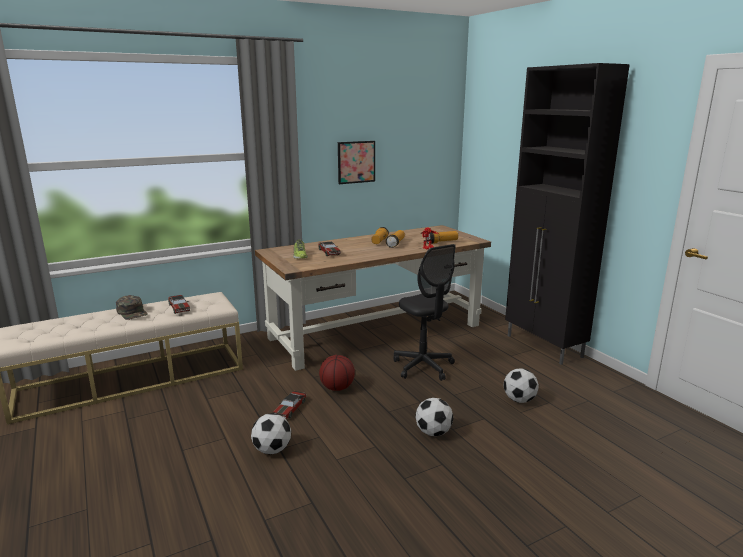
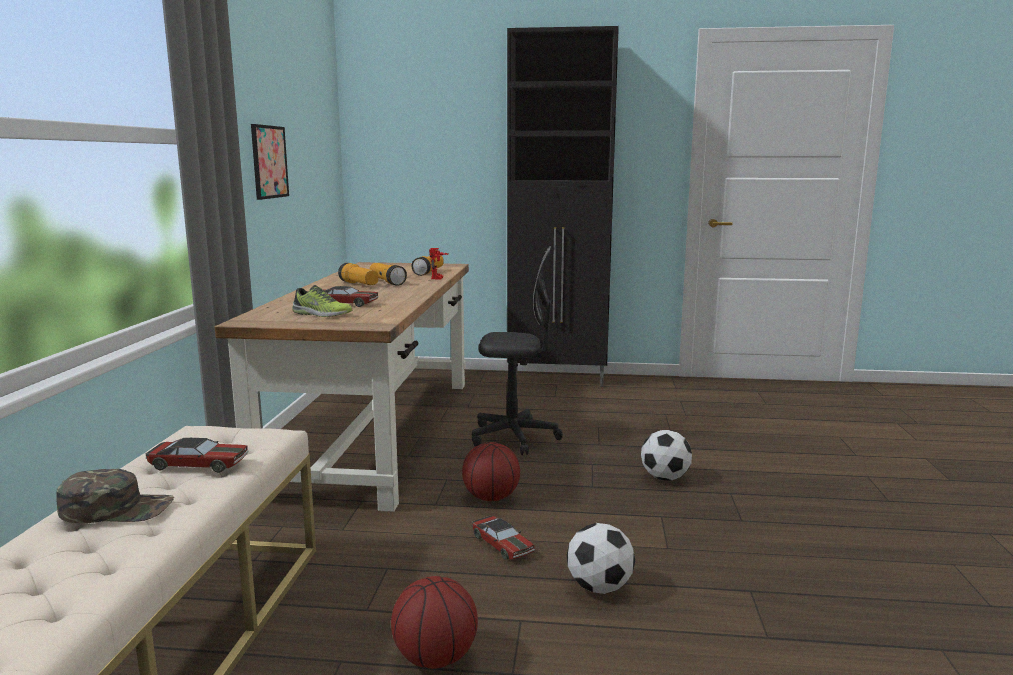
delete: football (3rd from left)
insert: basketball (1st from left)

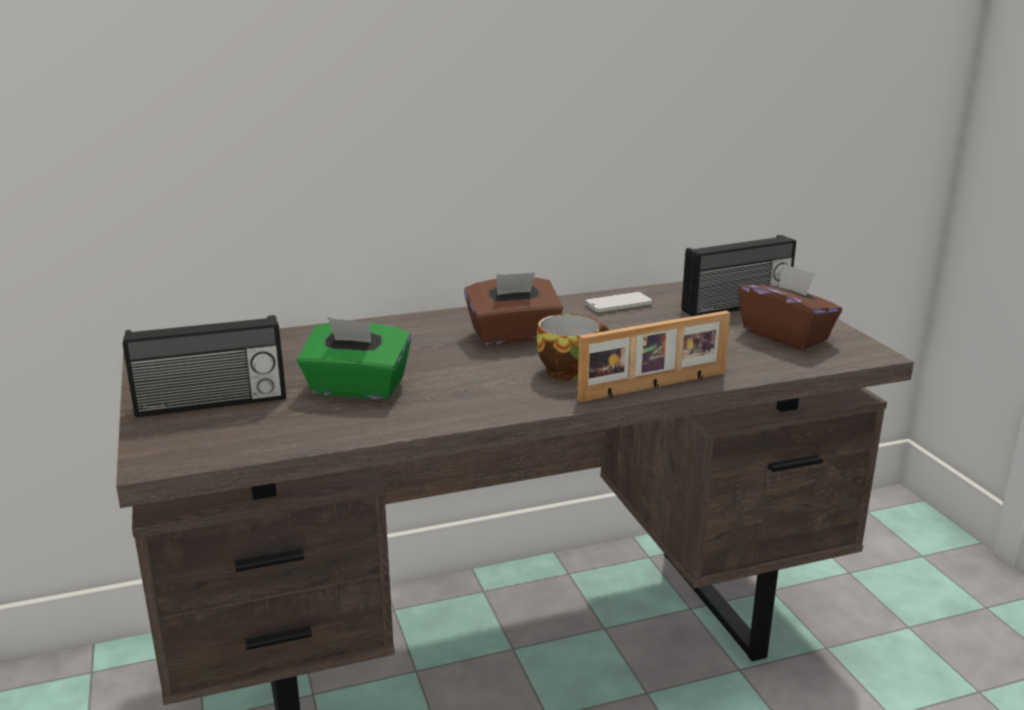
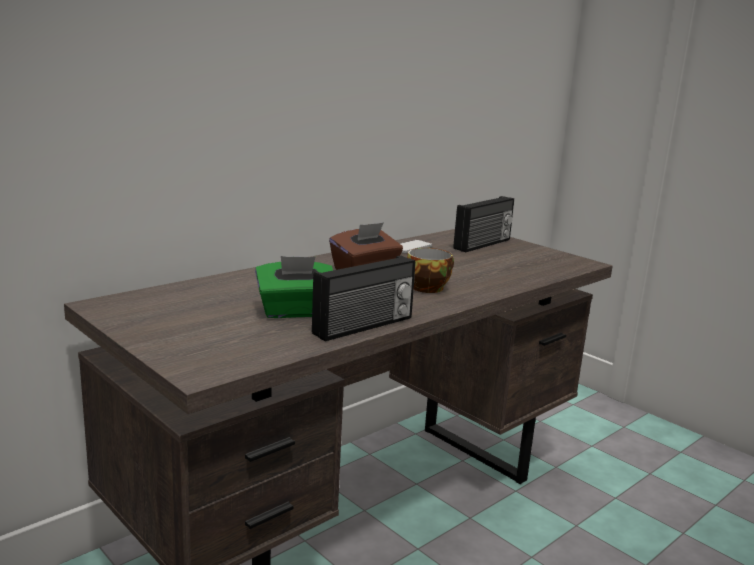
delete: brown tissue box (2nd from left); picture frame
move: radio (1st from left)

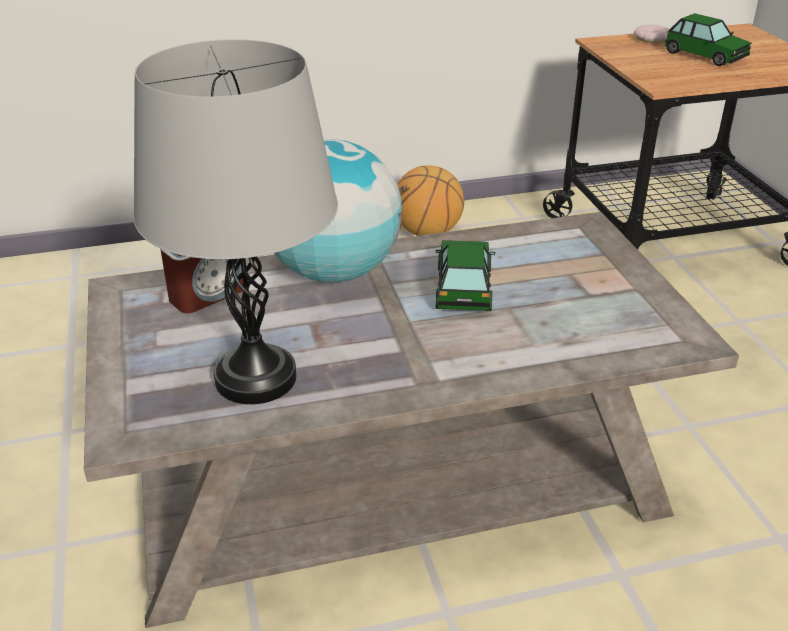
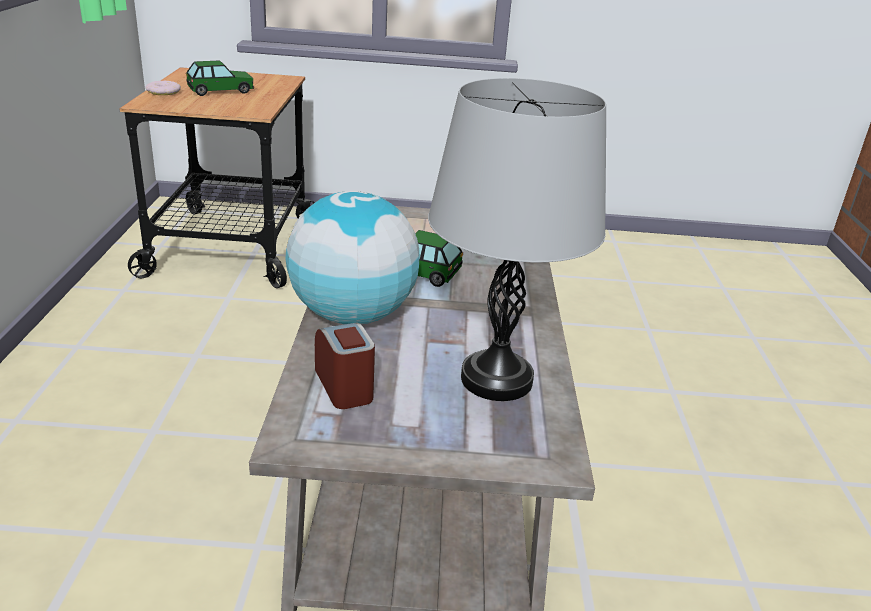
delete: basketball

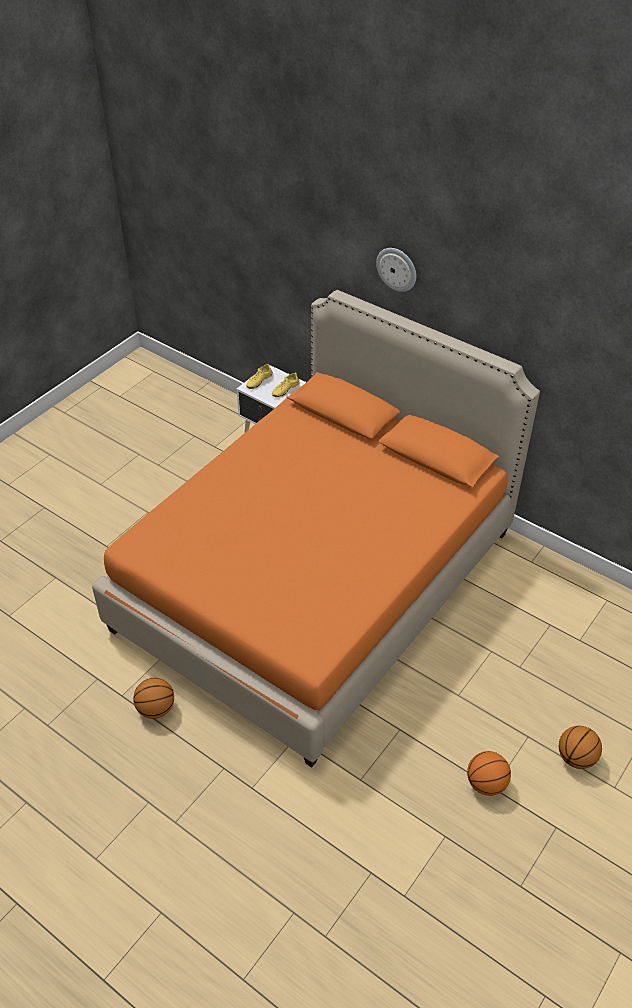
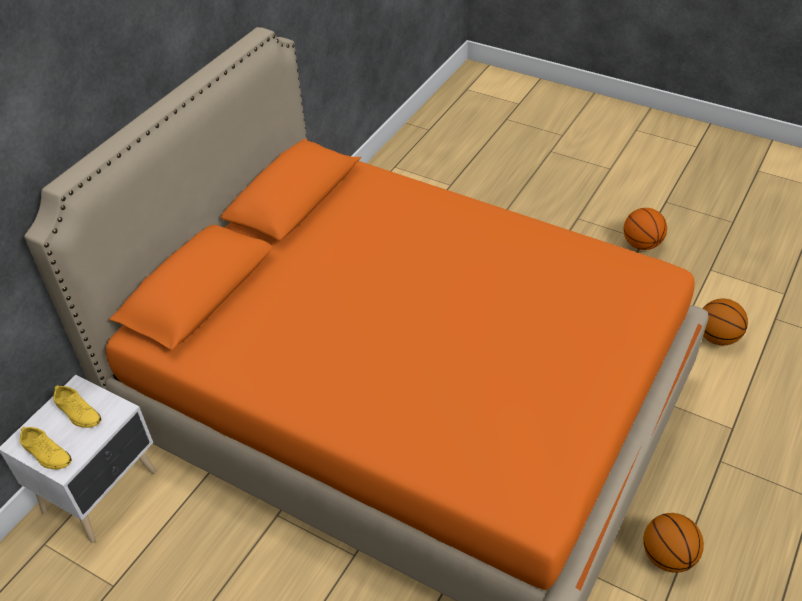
delete: wall clock
move: basketball (3rd from left)

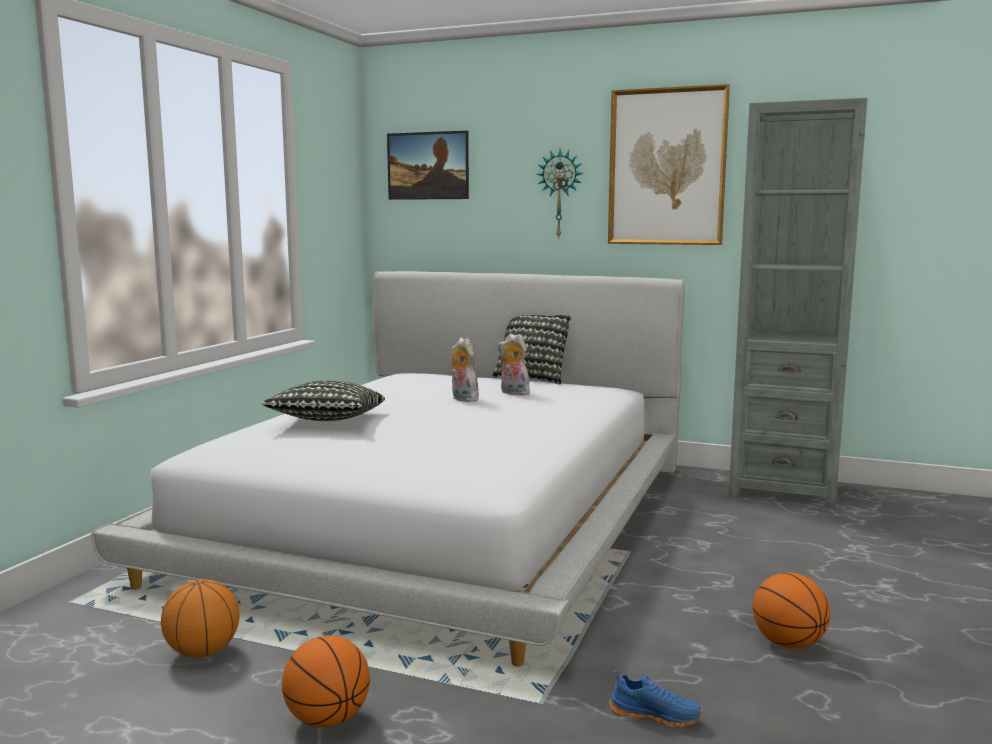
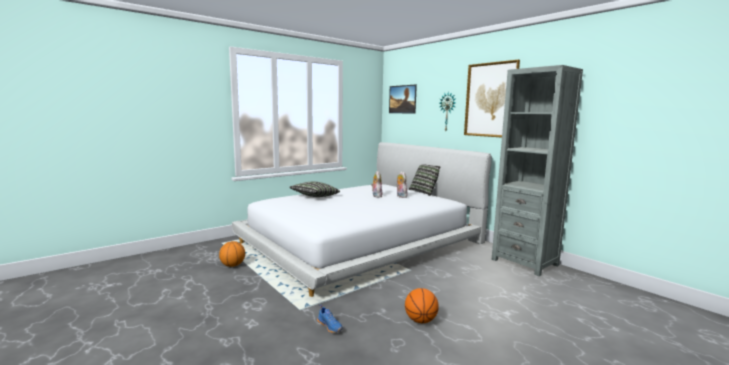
delete: basketball (2nd from left)

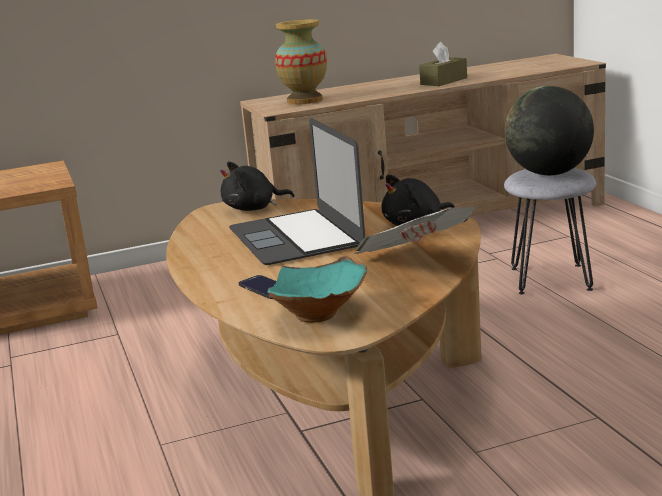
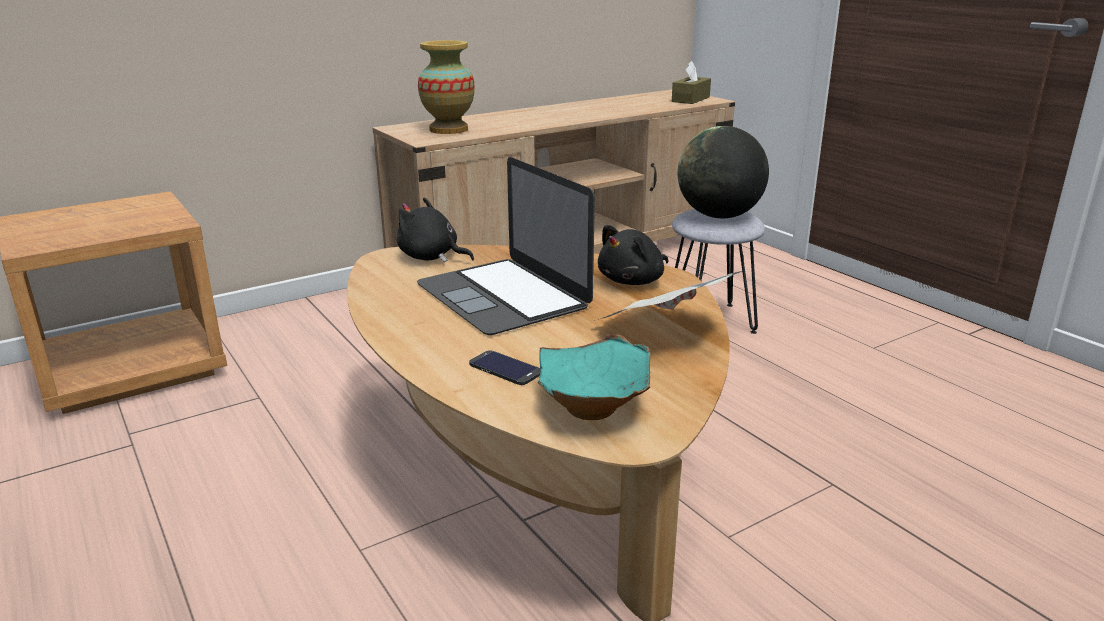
move: brown tissue box
rotate: black plush toy (1st from left) 60 degrees clockwise

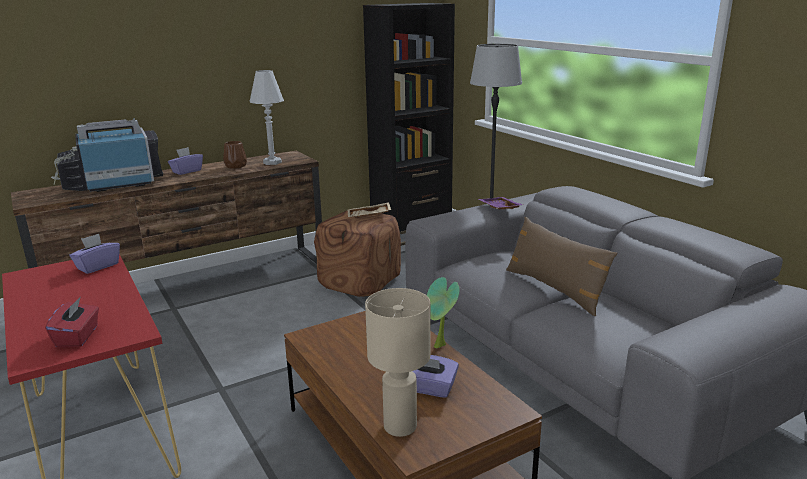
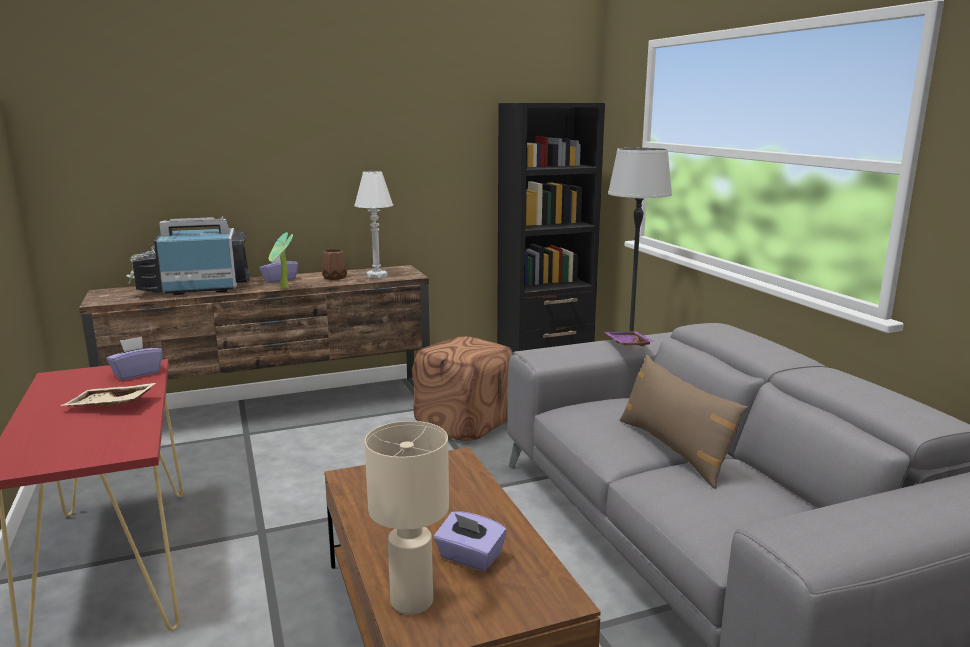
delete: red tissue box
move: beige tray; potted plant

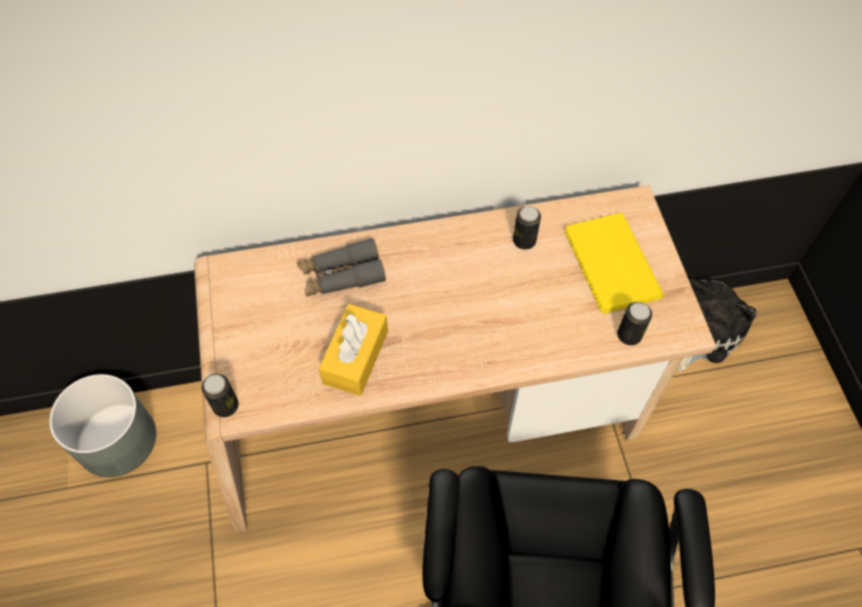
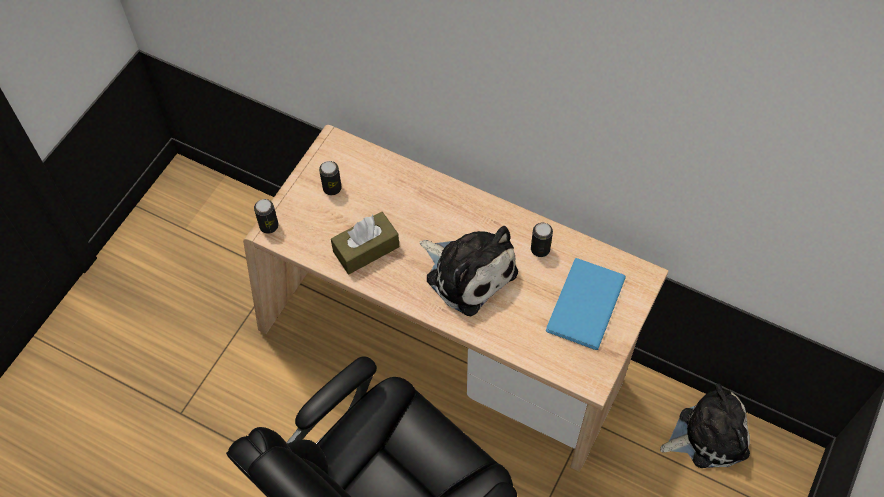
delete: grey binoculars; grey planter
insert: plush toy (1st from left)
move: can (3rd from left in the first image) to can (2nd from left)
recolor: yellow book to blue book; yellow tissue box to brown tissue box

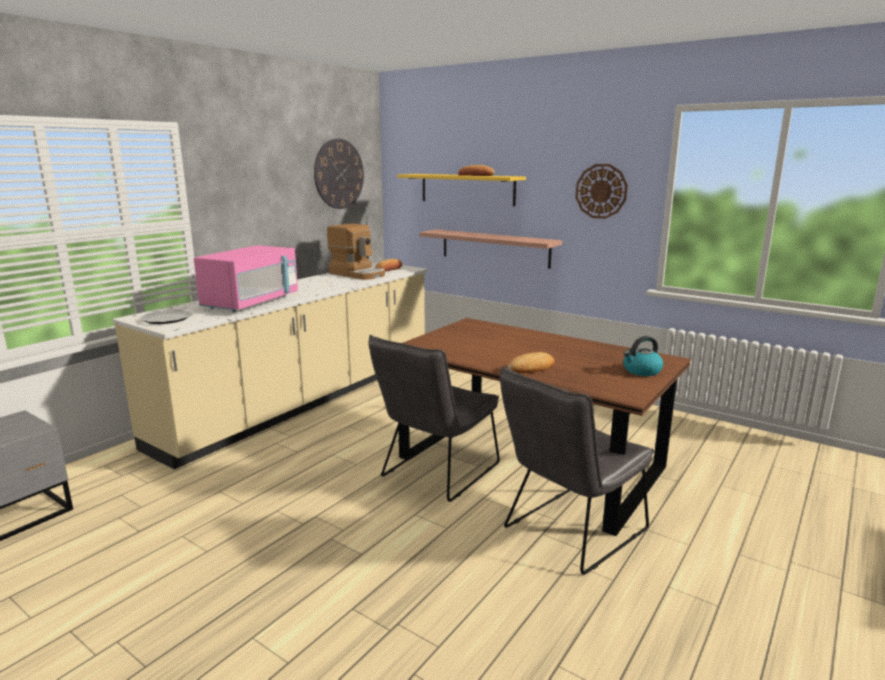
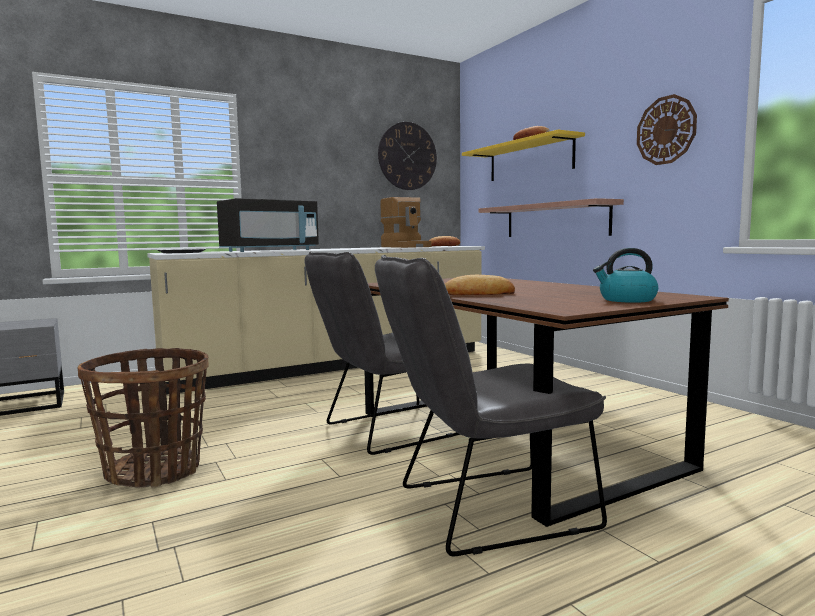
insert: basket
recolor: pink microwave to black microwave

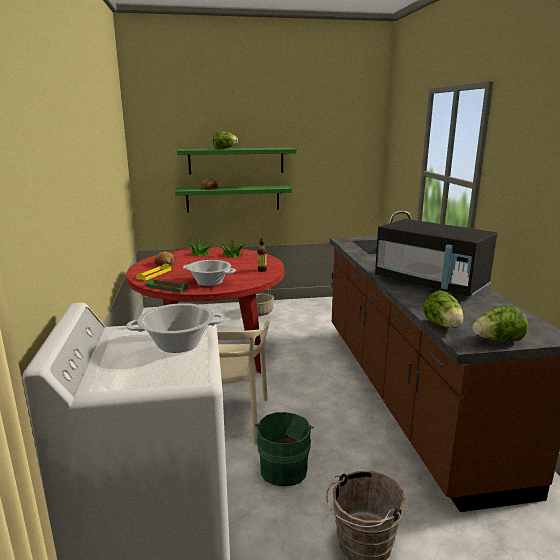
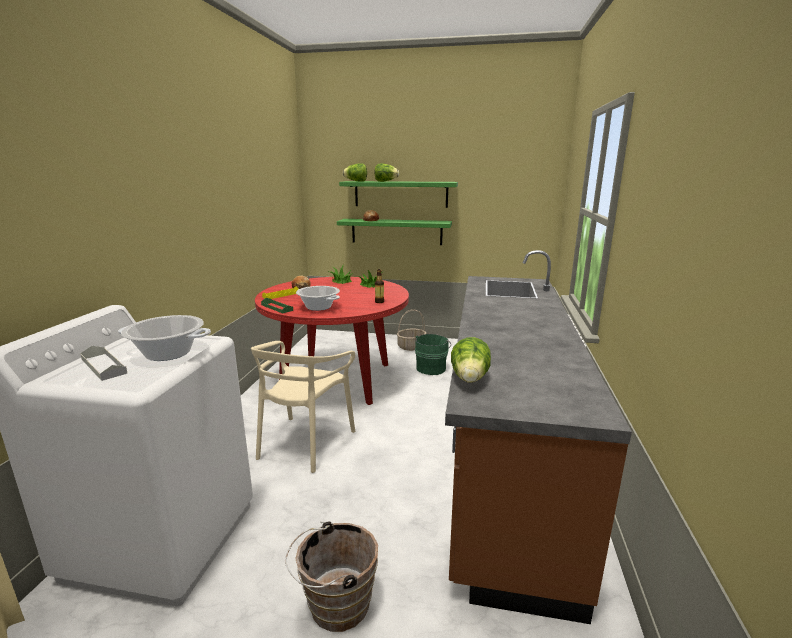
delete: black microwave
insert: grey tray
move: lettuce (3rd from left in the first image) to lettuce (1st from left); green bucket

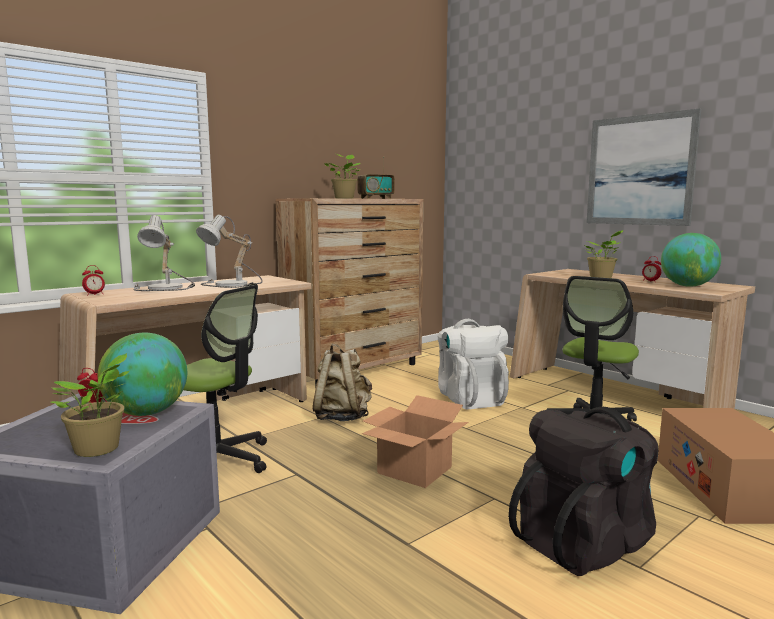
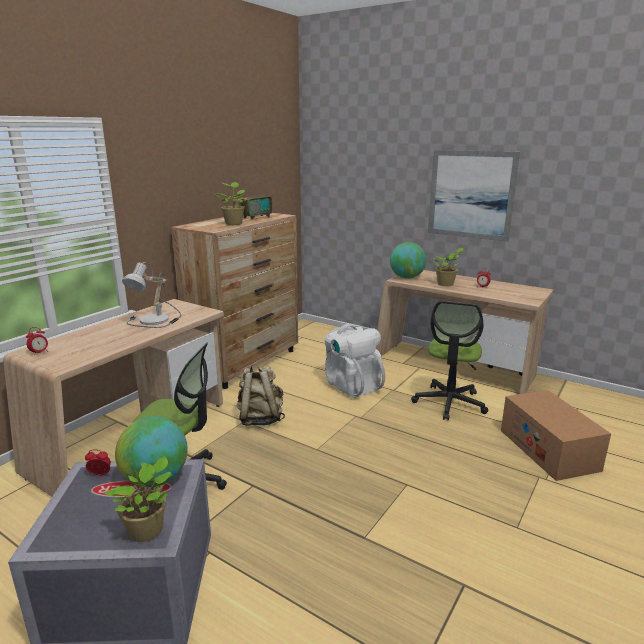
delete: table lamp (1st from left); cardboard box (1st from left); black backpack
move: globe (2nd from left)

